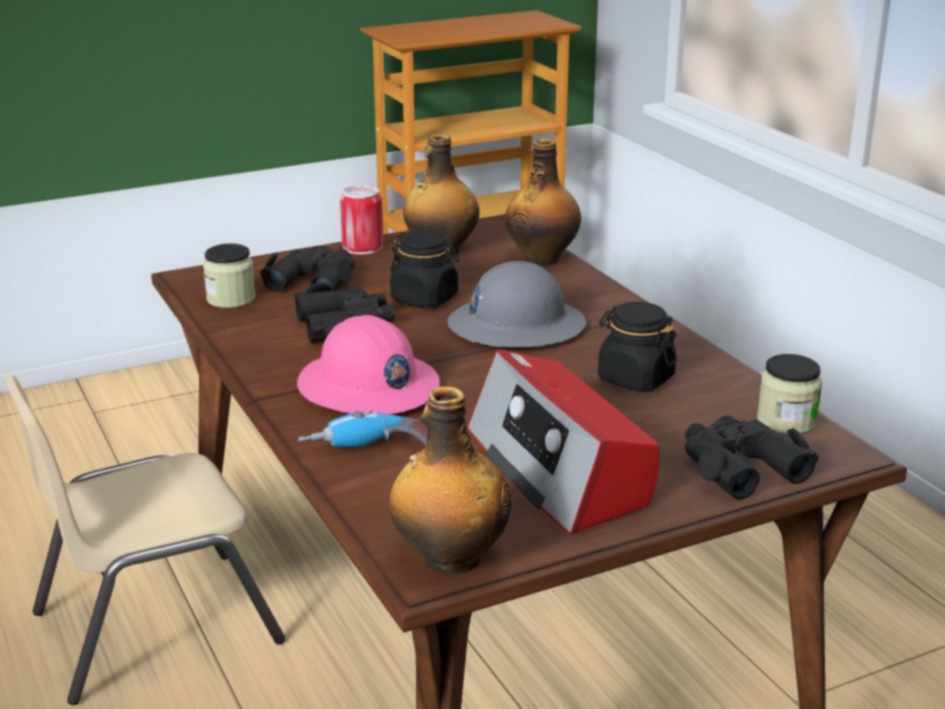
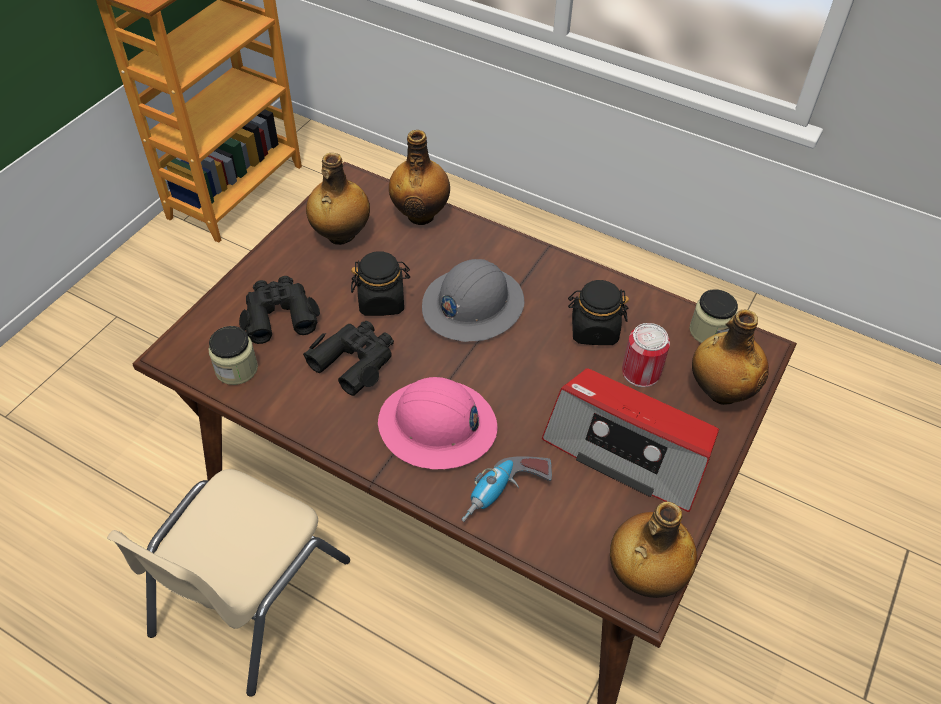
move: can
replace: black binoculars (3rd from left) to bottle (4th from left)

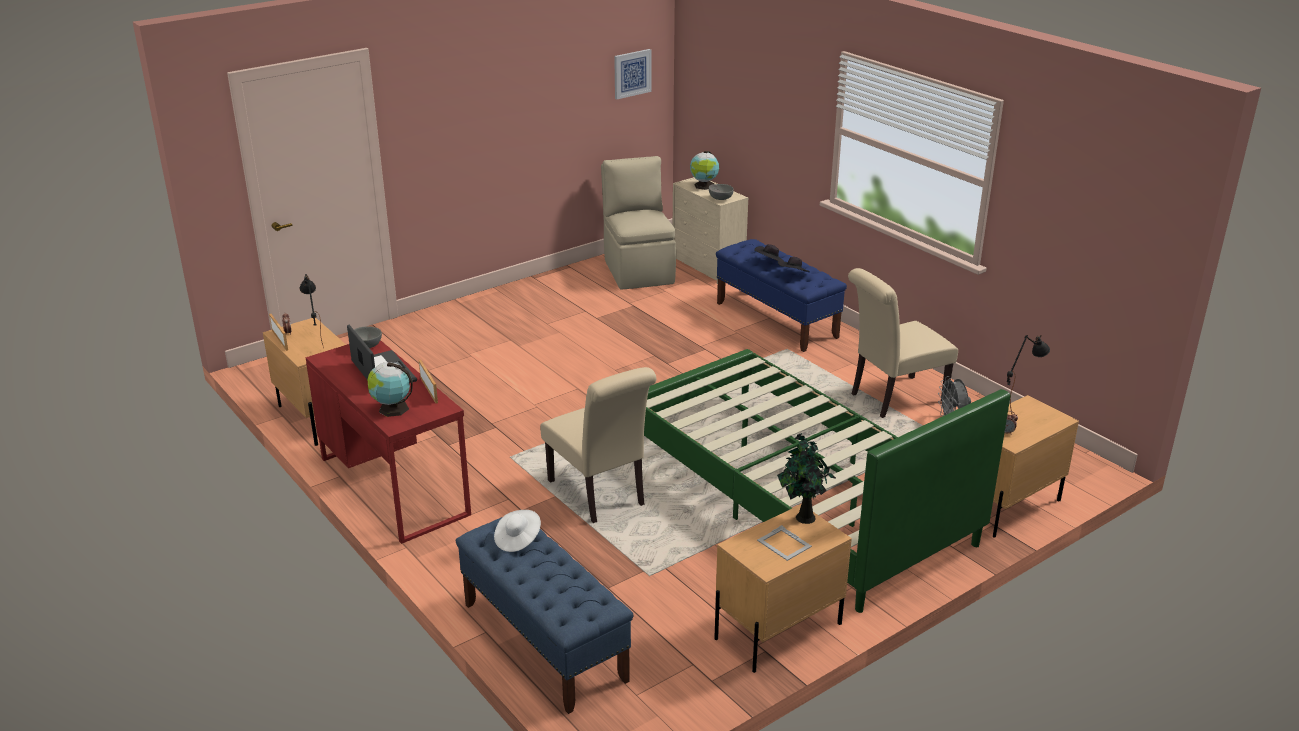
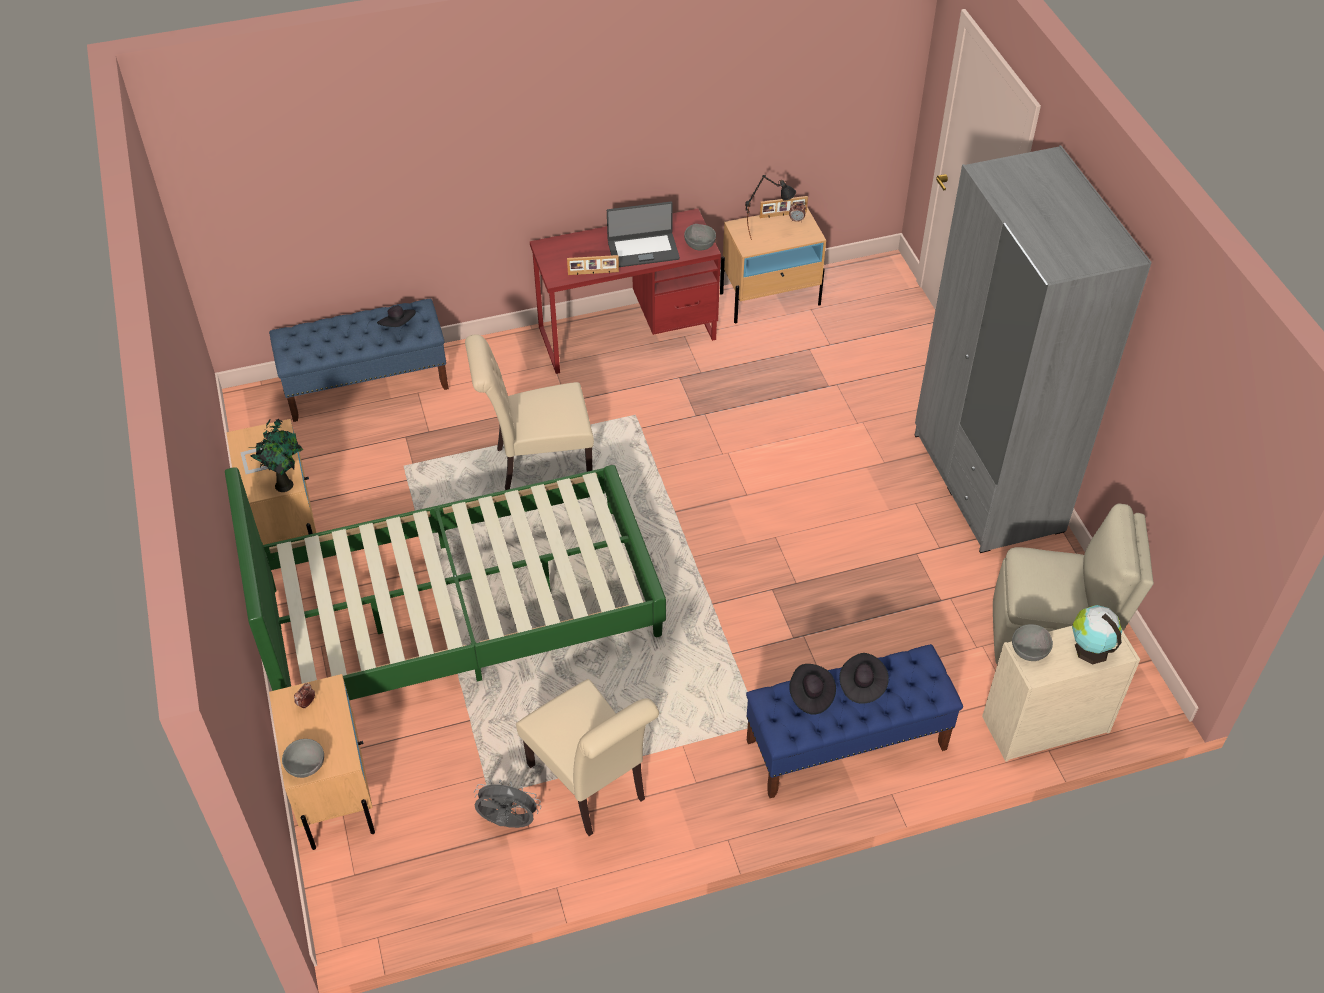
delete: picture; black table lamp (2nd from left); globe (1st from left)
insert: grey wardrobe; grey bowl (1st from left)
recolor: white hat to black hat (1st from left)
rotate: beige chair (3rd from left in the first image) 150 degrees clockwise

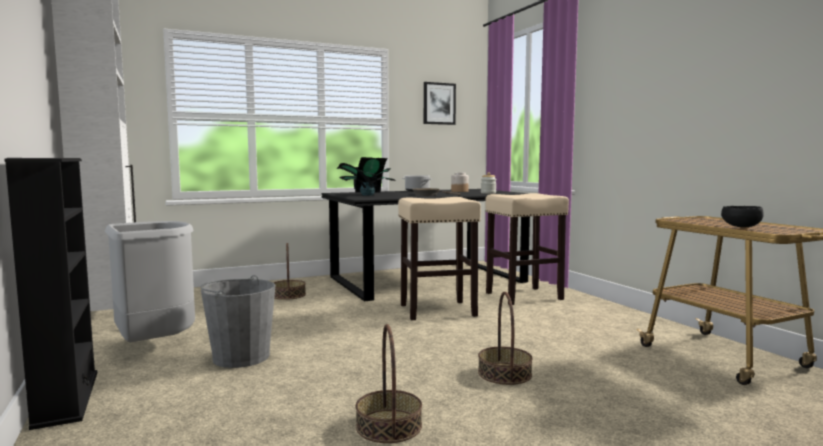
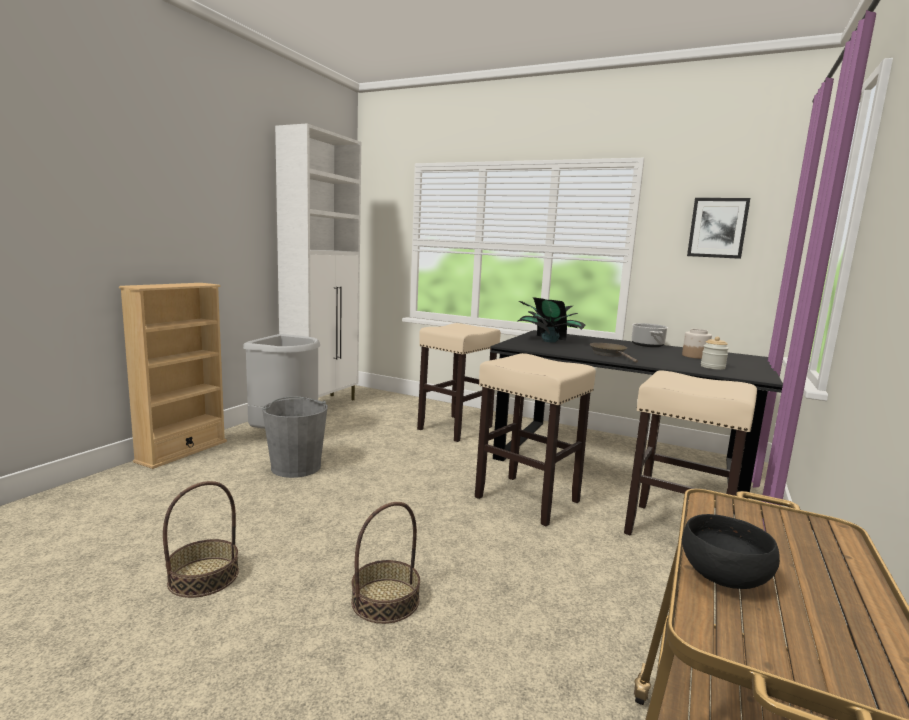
replace: basket (1st from left) to beige stool (1st from left)
recolor: black bookcase to beige bookcase

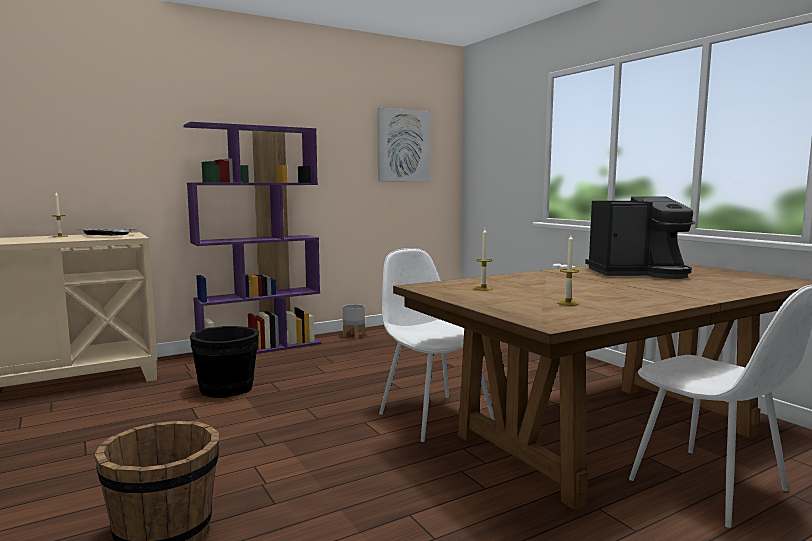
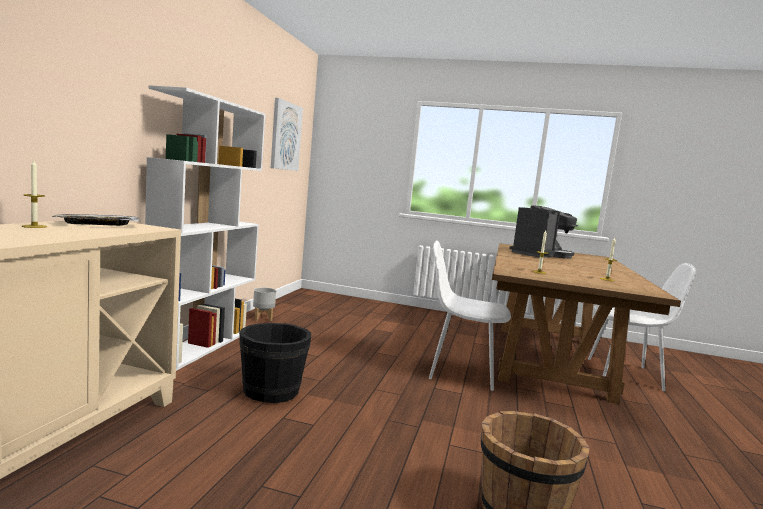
recolor: purple bookcase to white bookcase

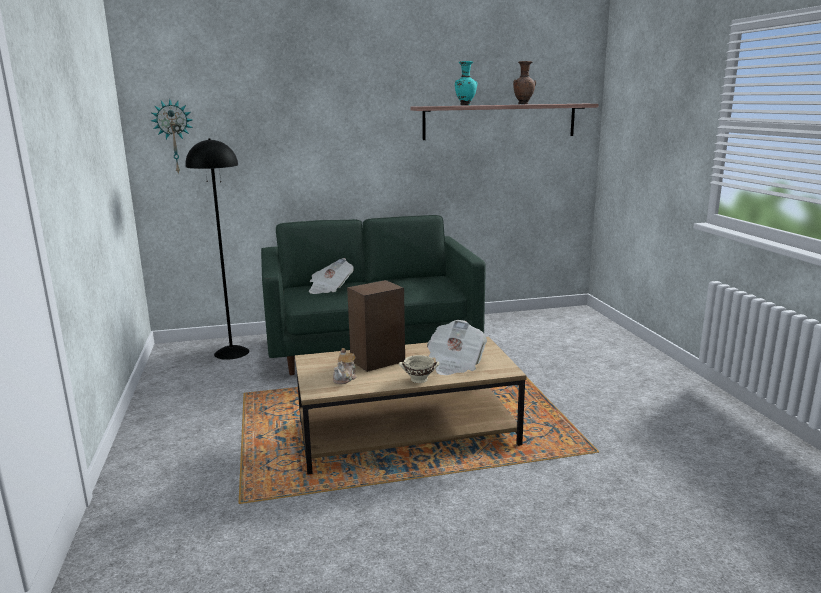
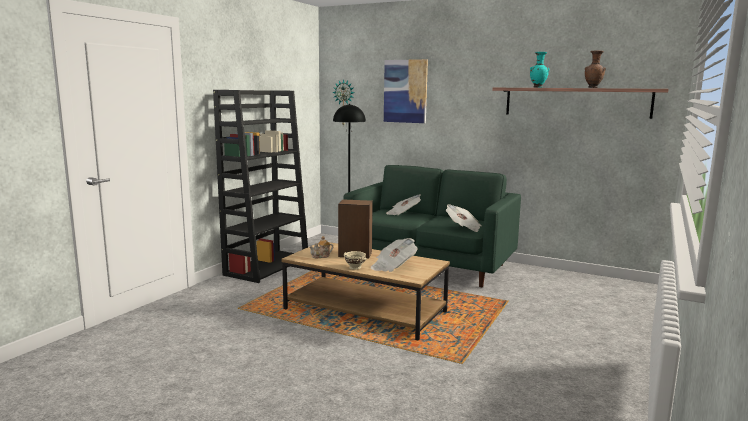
insert: picture; black bookcase; newspaper (3rd from left)

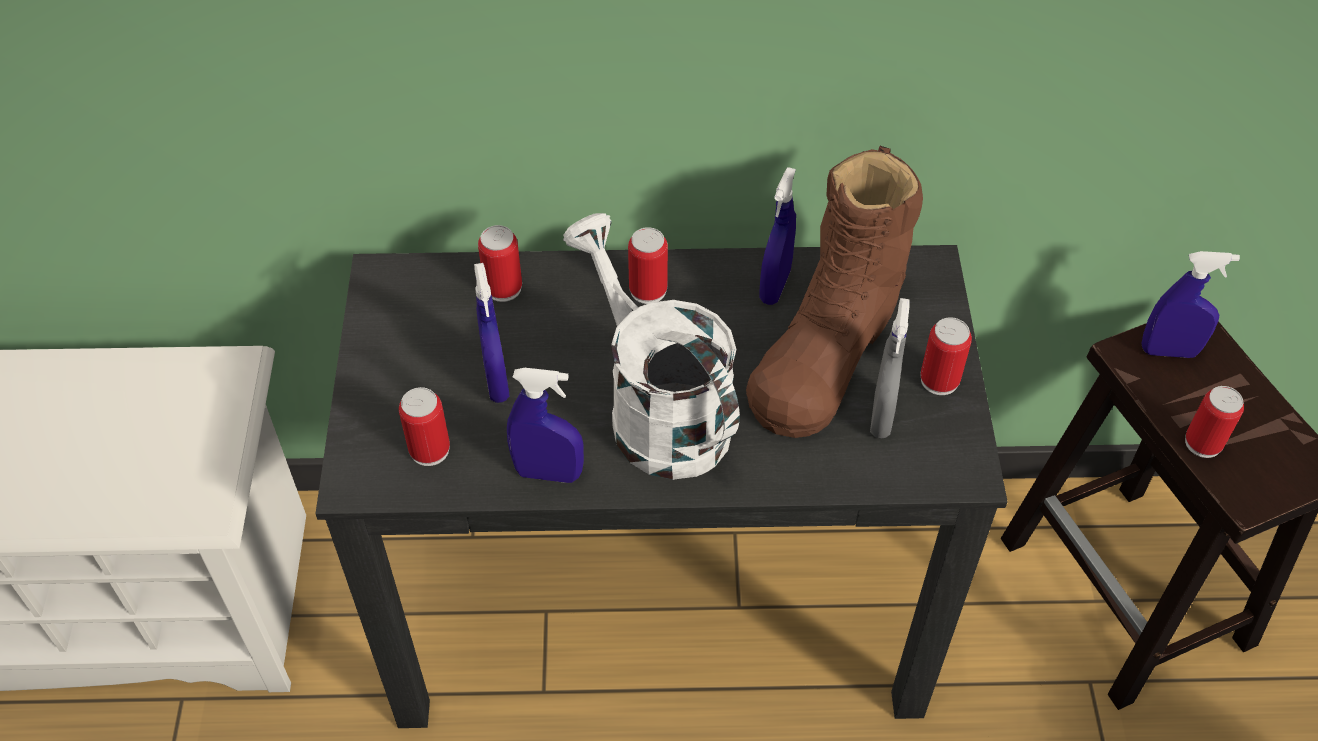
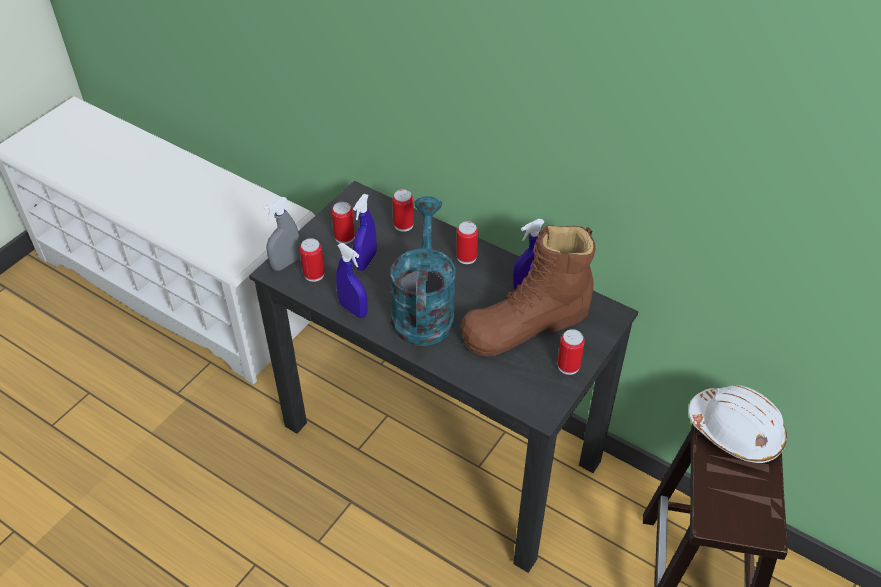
move: grey spray bottle; can (5th from left in the first image) to can (2nd from left)
replace: blue spray bottle (4th from left) to white hard hat
recolor: white watering can to turquoise watering can

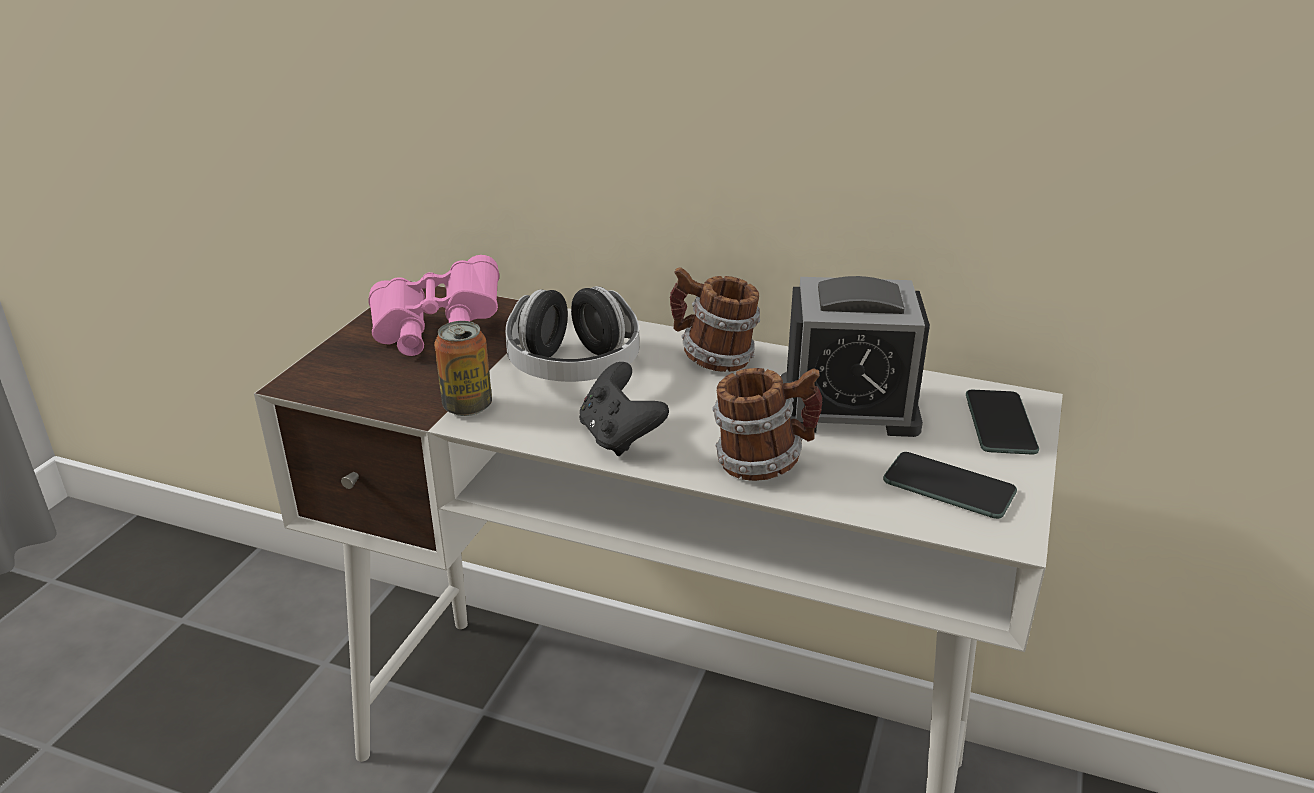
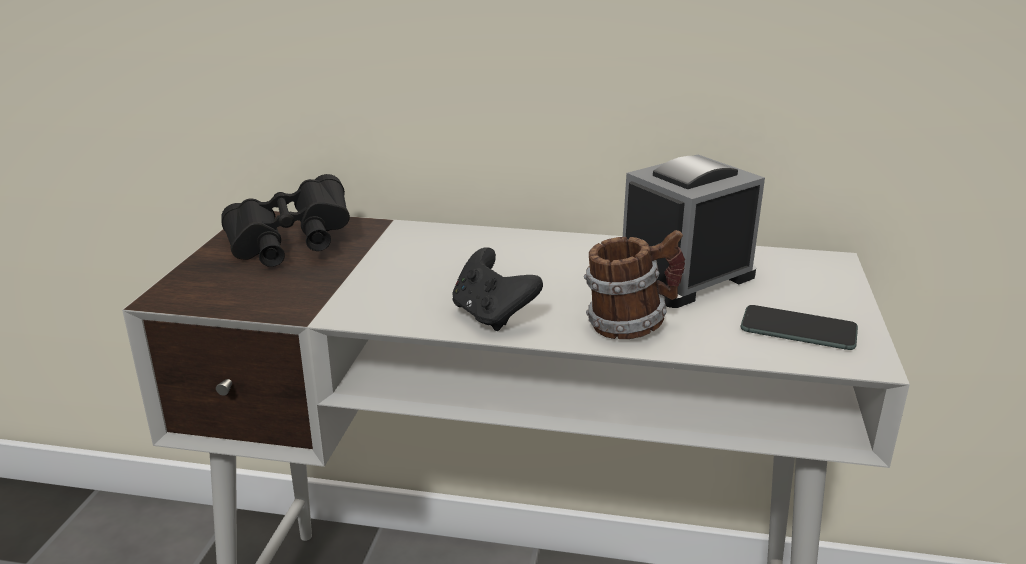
delete: mug (1st from left); headphones; can; phone (2nd from left)
recolor: pink binoculars to black binoculars
rotate: alarm clock 150 degrees clockwise

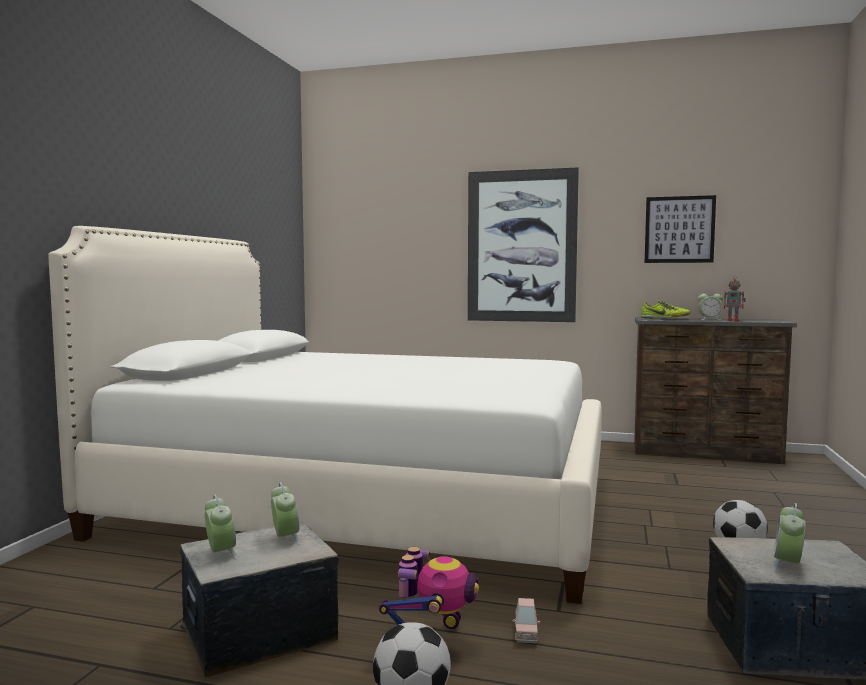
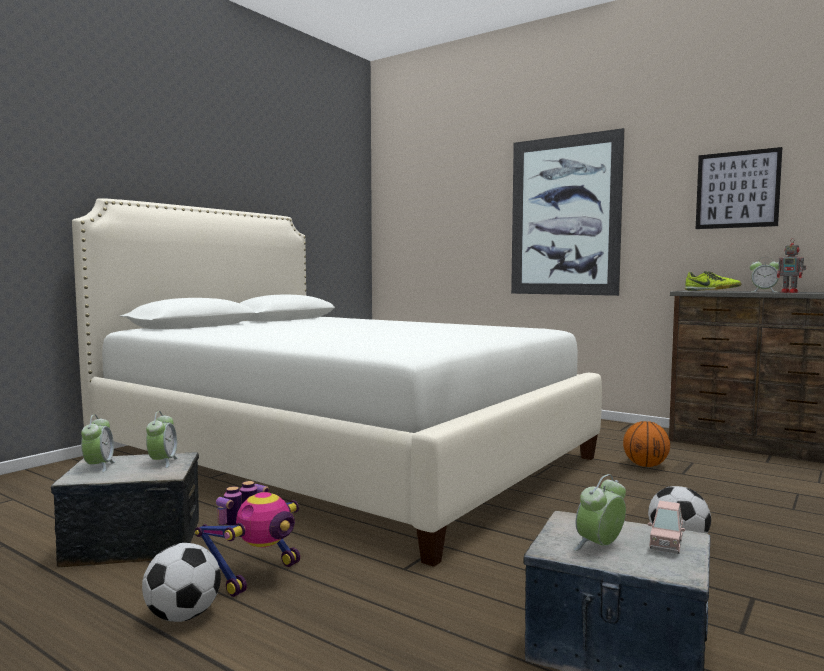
insert: basketball
move: pink toy car

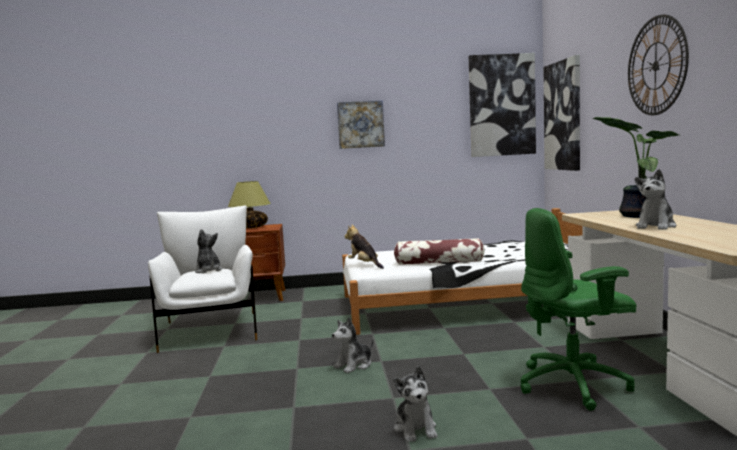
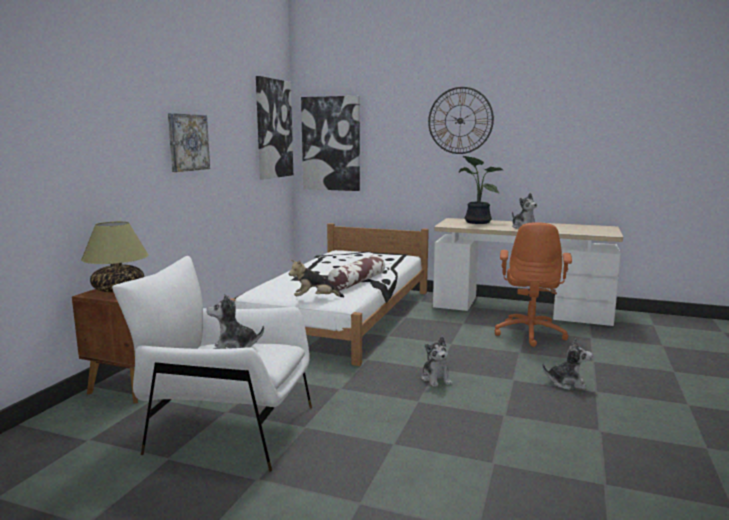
recolor: green office chair to orange office chair

